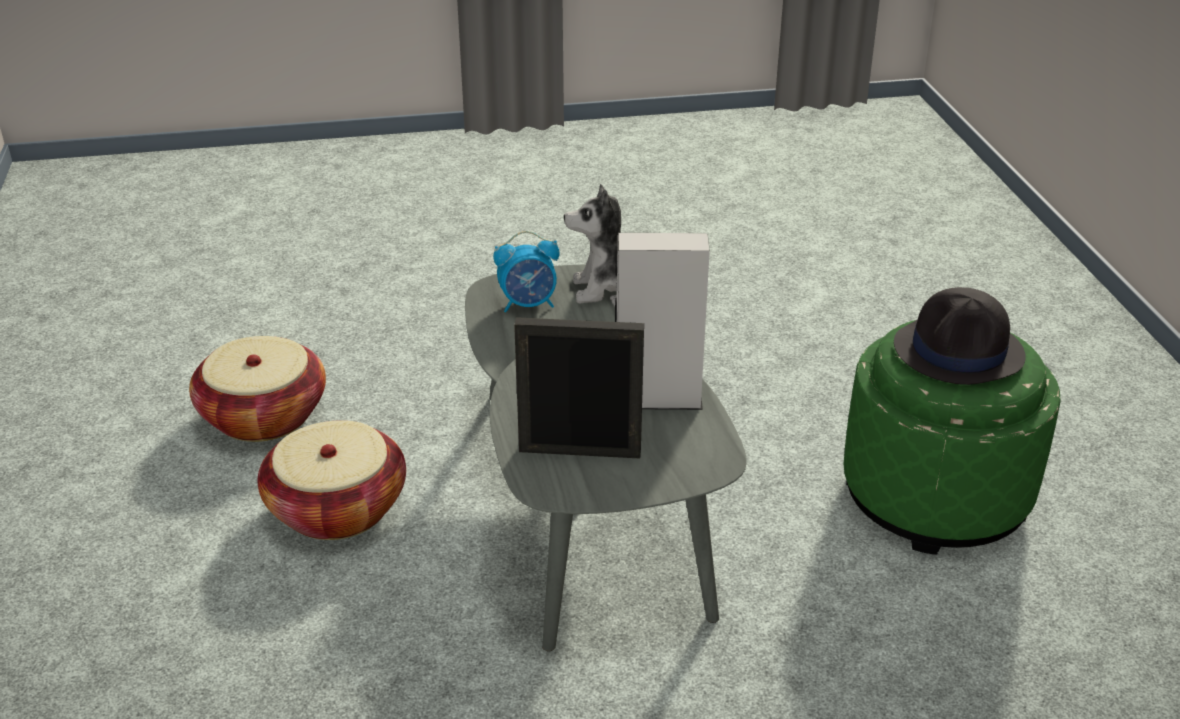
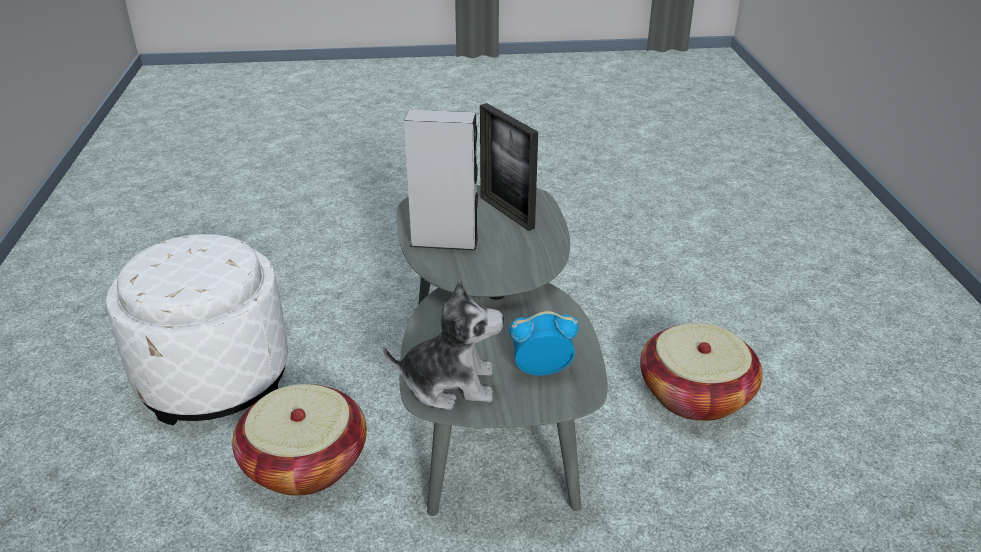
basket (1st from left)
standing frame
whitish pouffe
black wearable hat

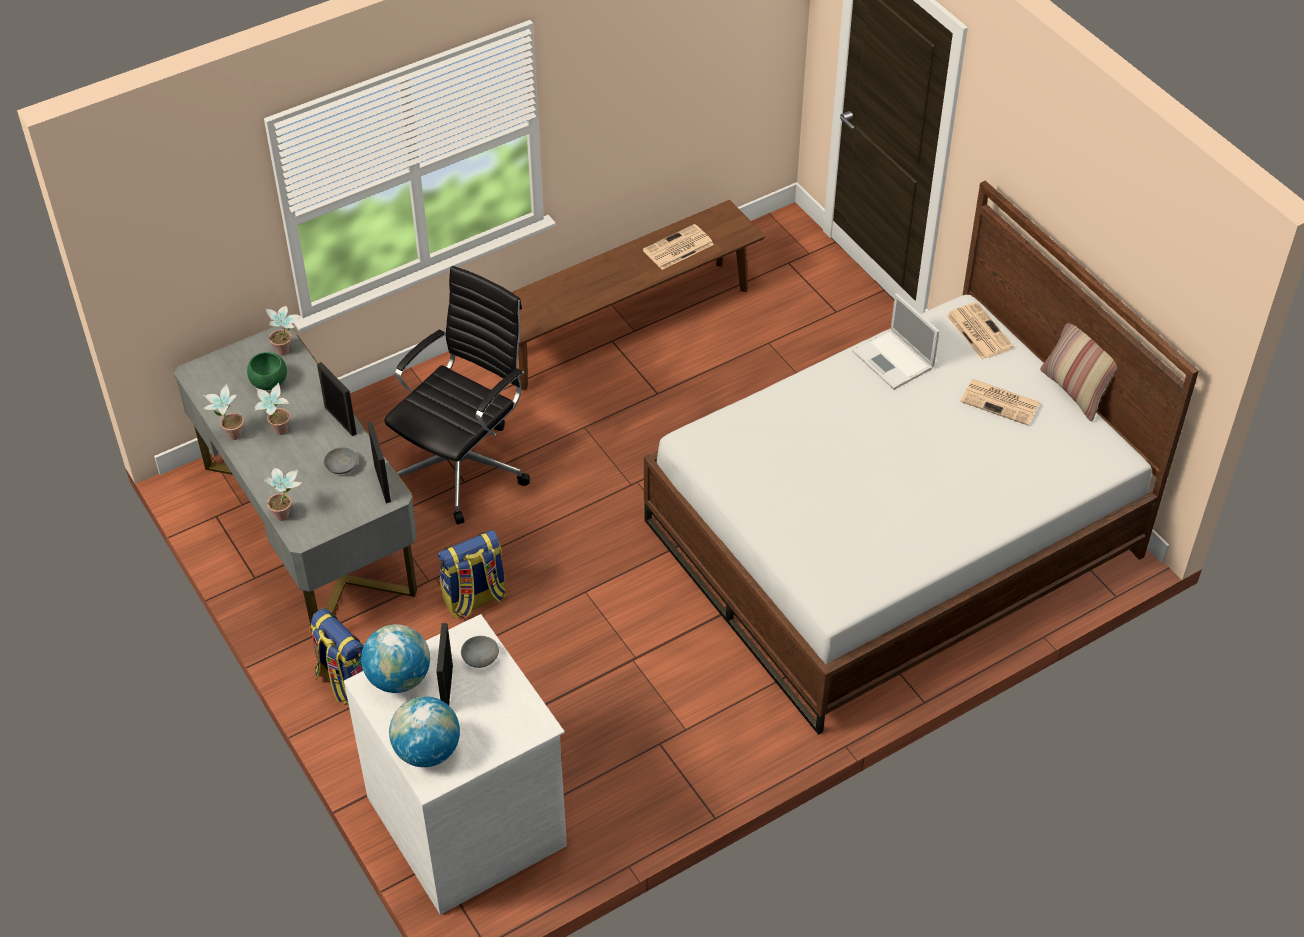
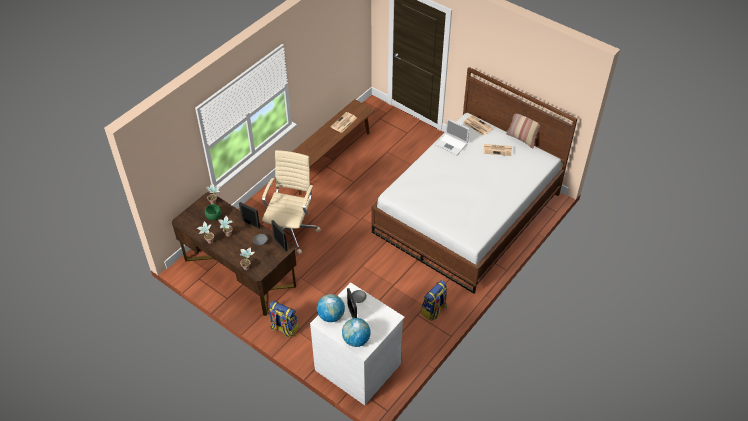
brown desk
sand-coloured office chair
rucksack (2nd from left)

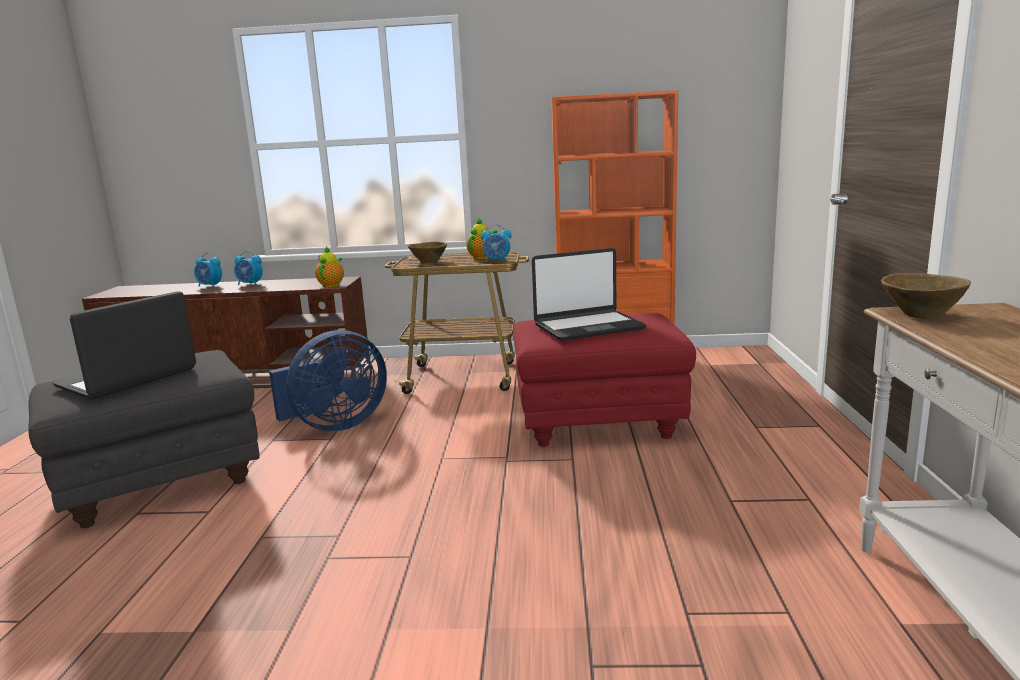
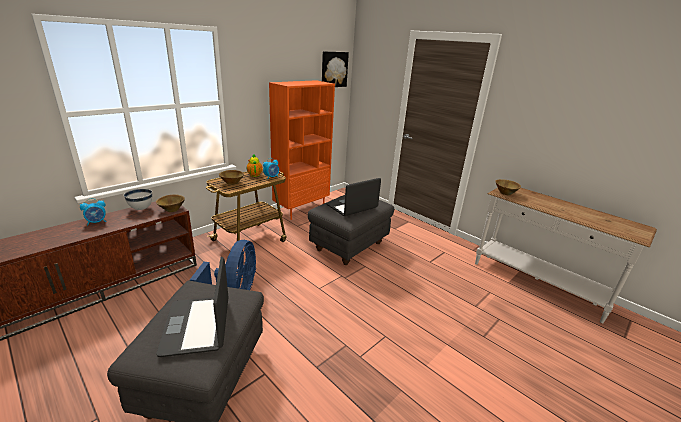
alarm clock (1st from left in the first image)
brown serving bowl (1st from left)
gray pouffe (2nd from left)
notebook computer (2nd from left)
whitish serving bowl
wall picture

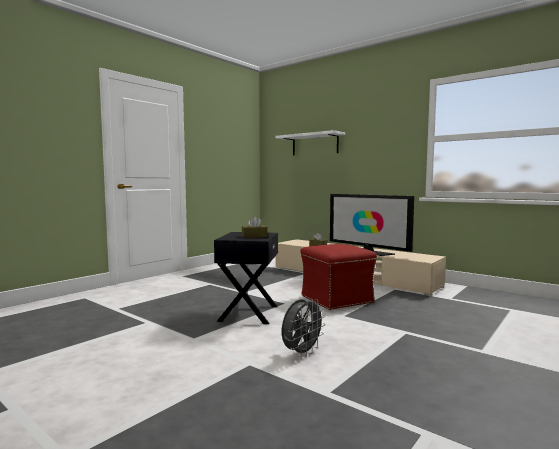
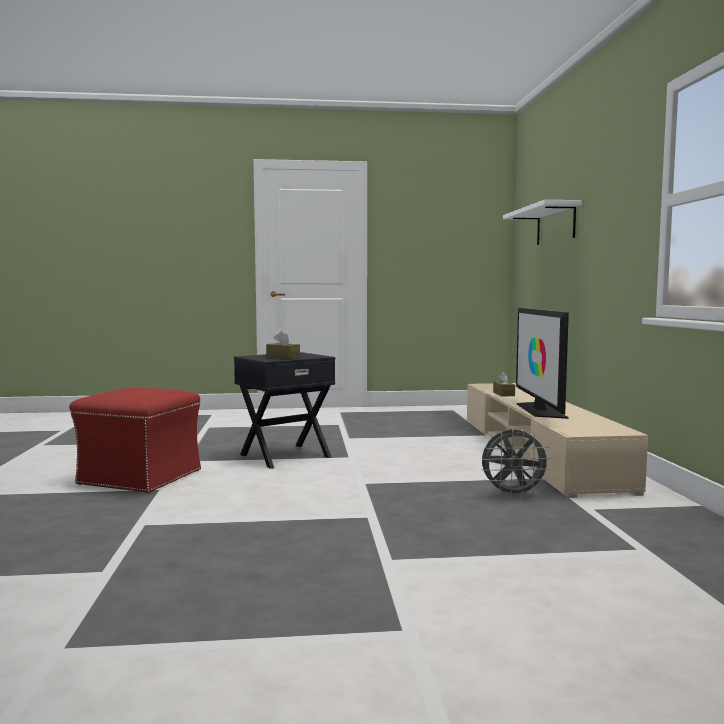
gray electric fan
red pouffe

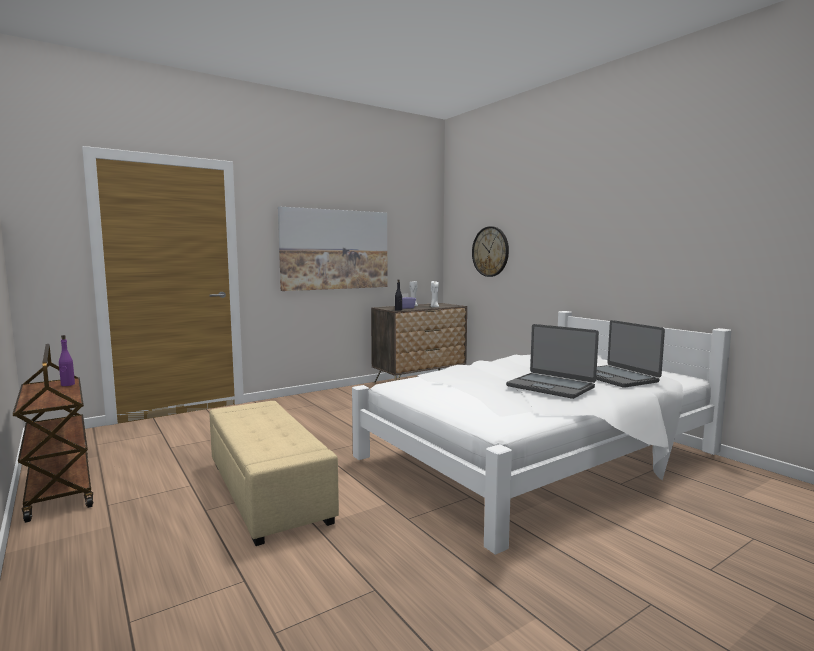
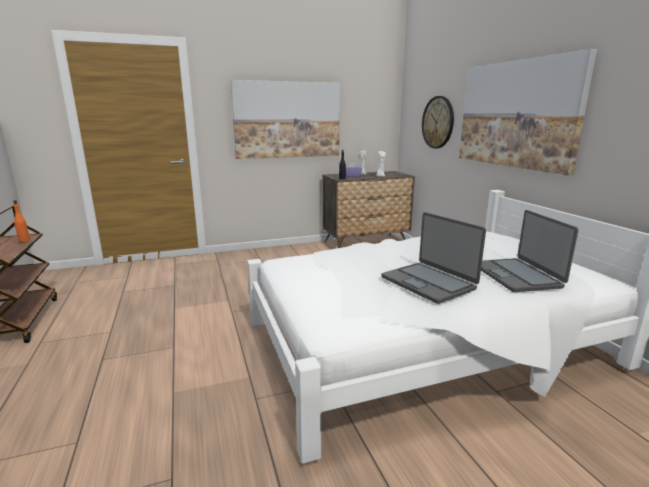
orange bottle
sand-coloured pouffe
wall picture (2nd from left)

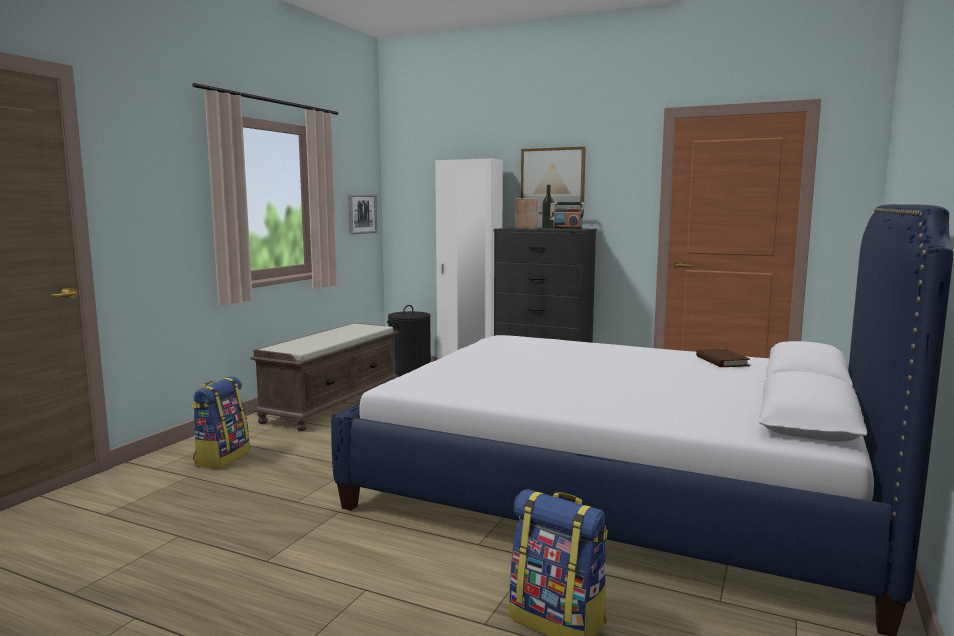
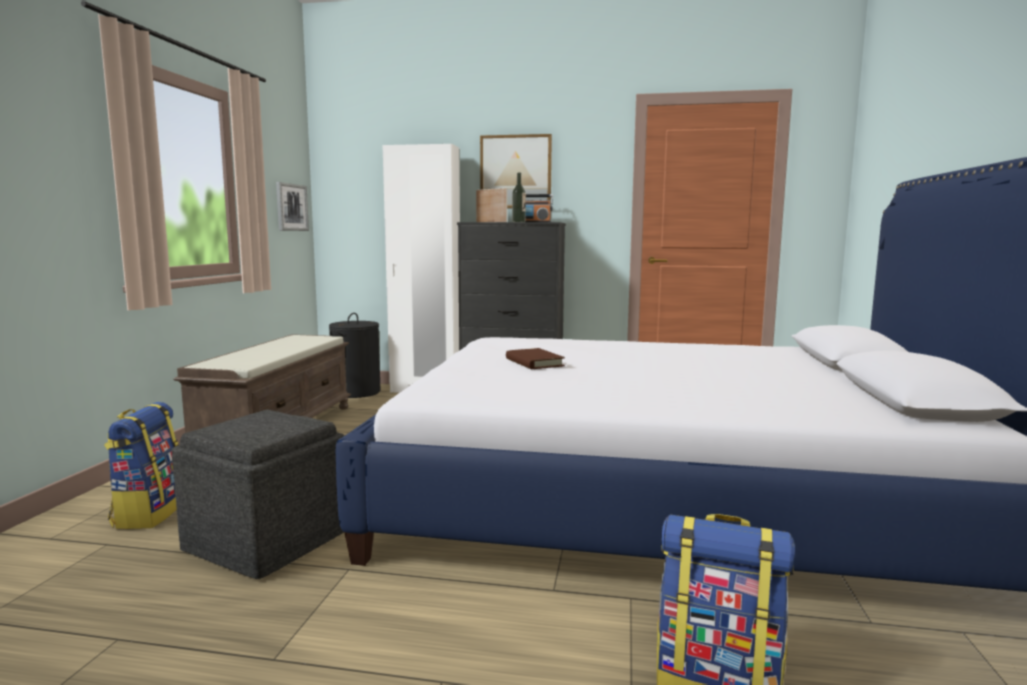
brown book
gray pouffe

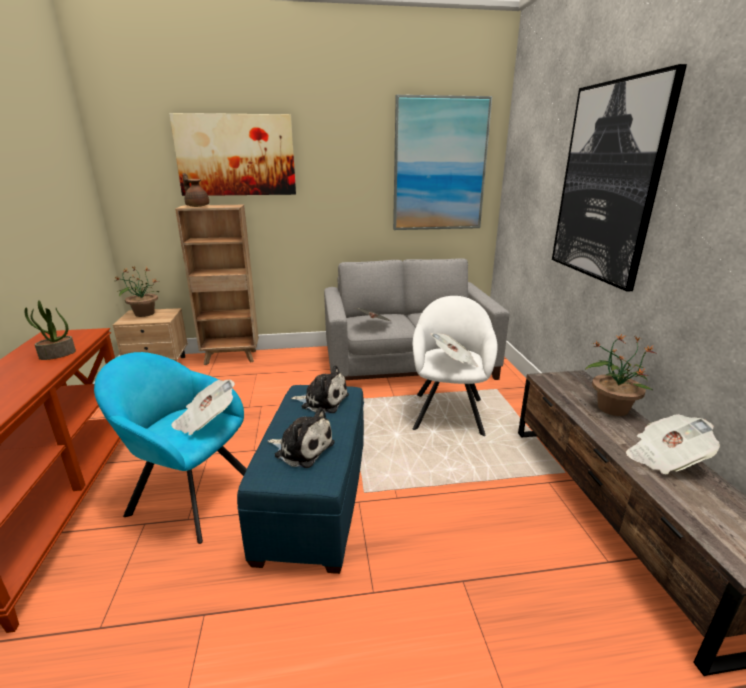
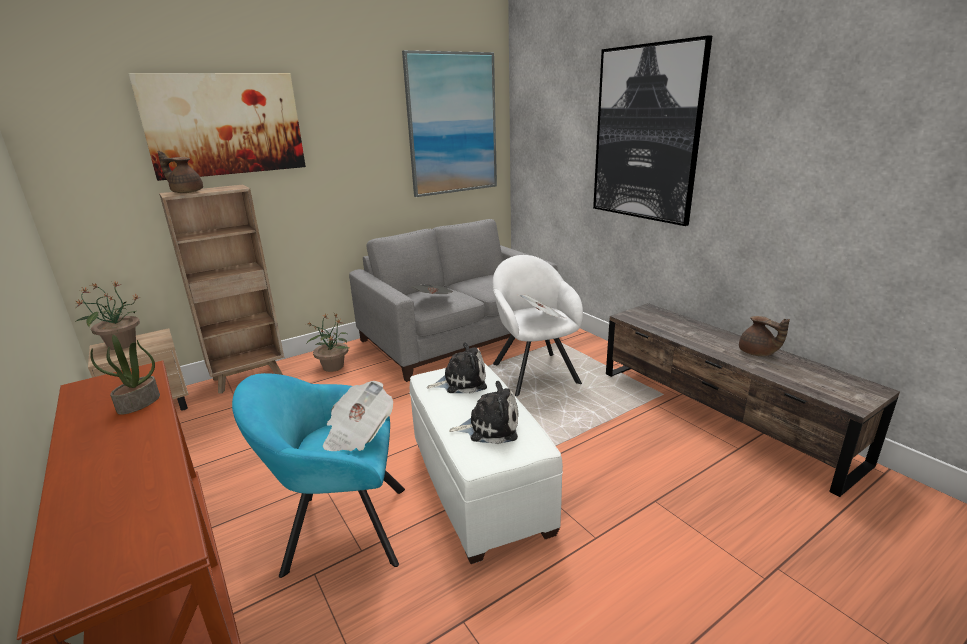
whitish pouffe
potted plant (3rd from left)
brown tea pot (2nd from left)

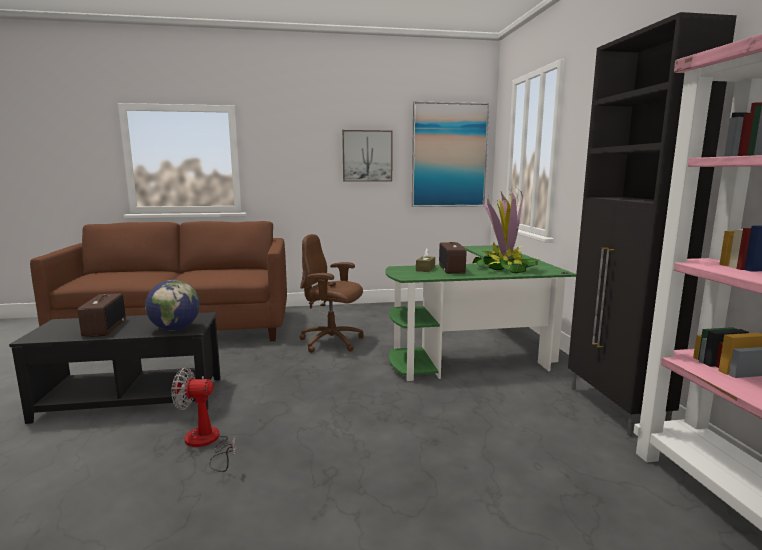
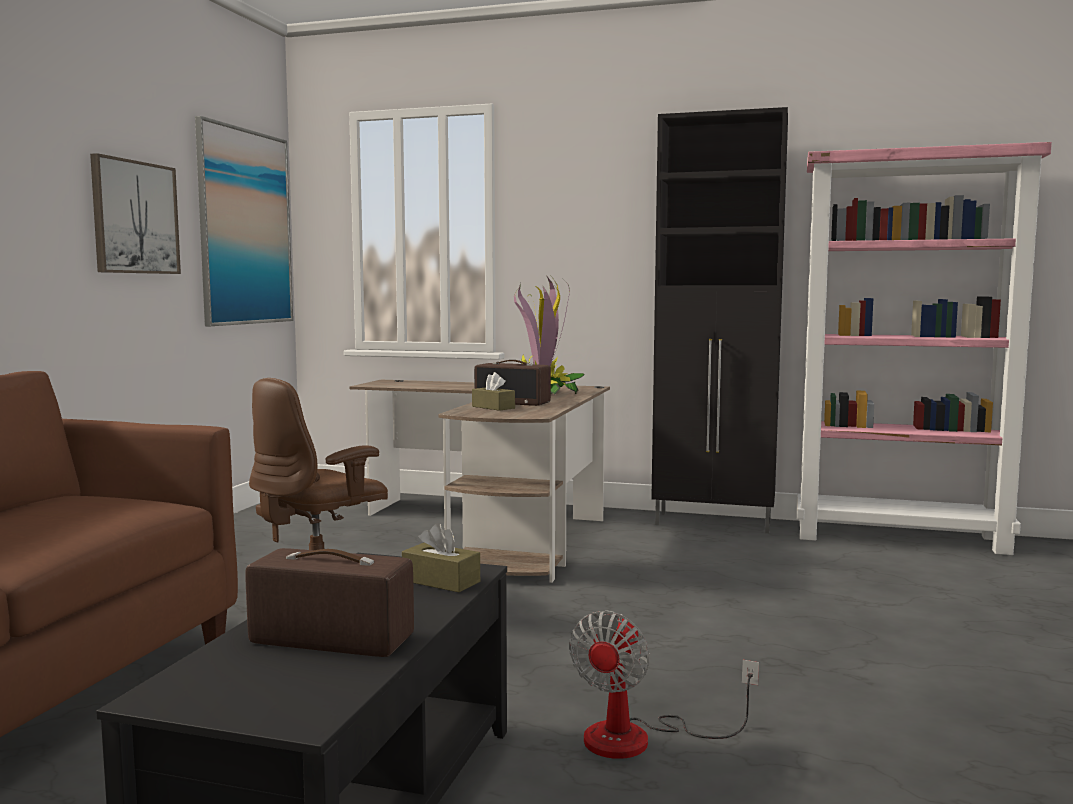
brown box of tissues (1st from left)
brown desk

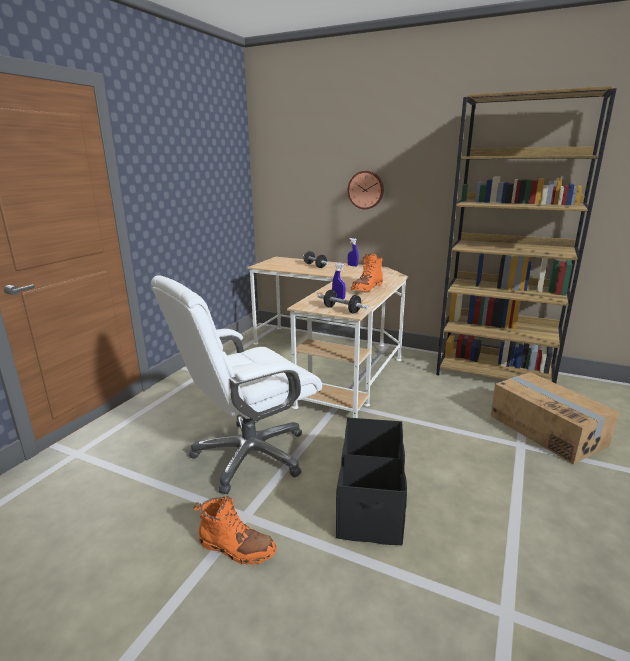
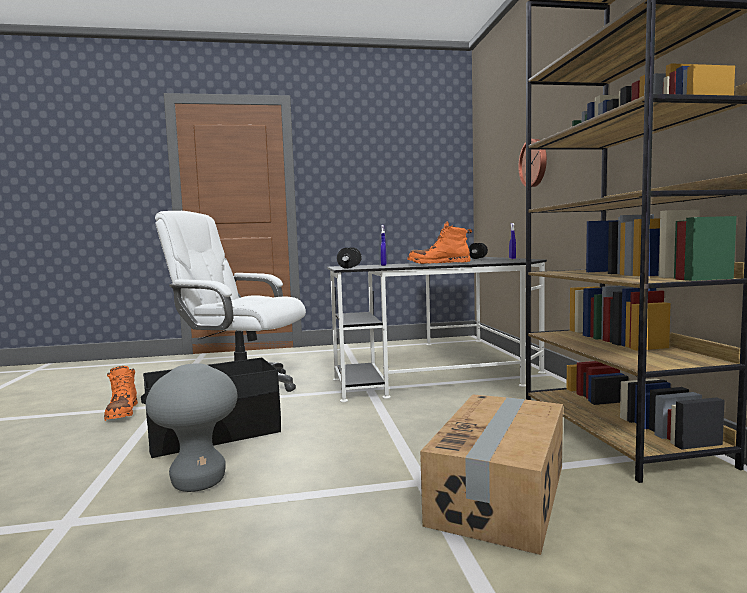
black desk
gray stool seat

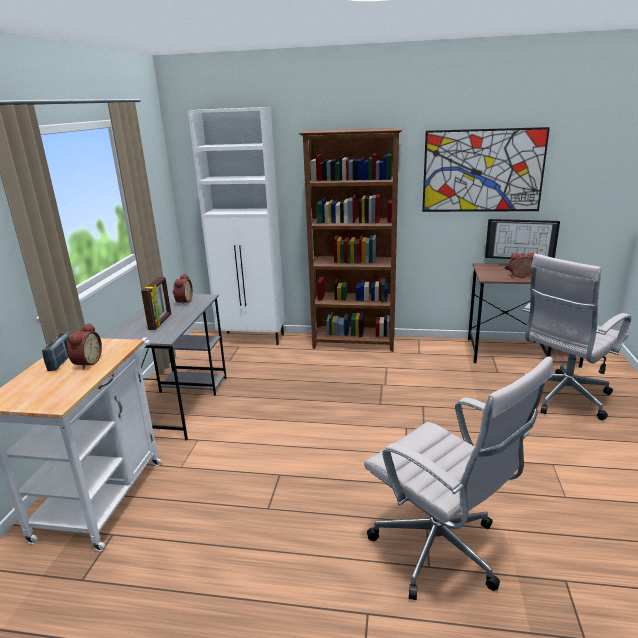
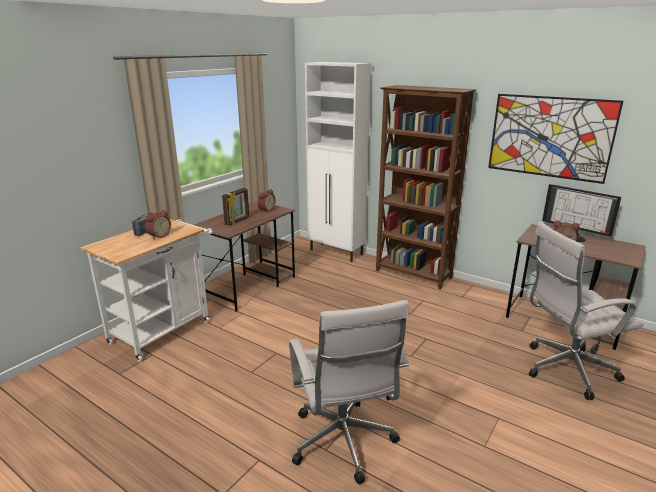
brown desk (1st from left)

